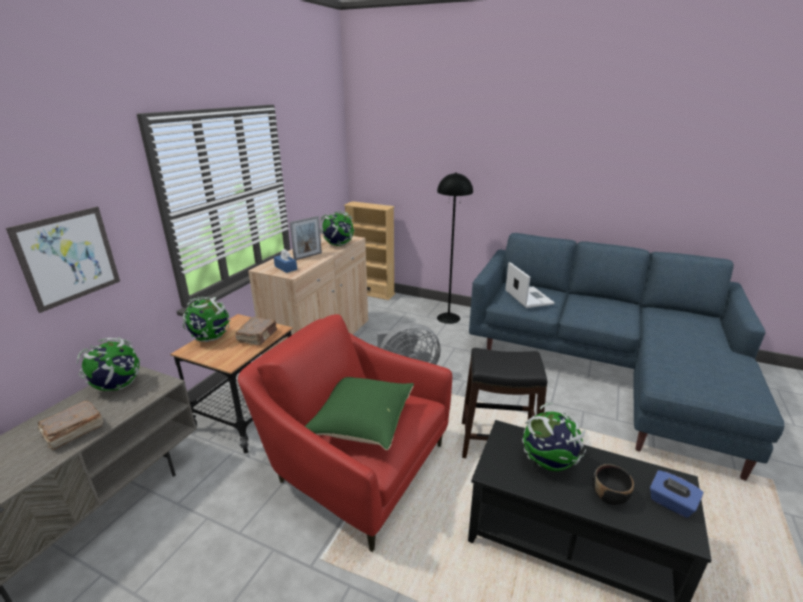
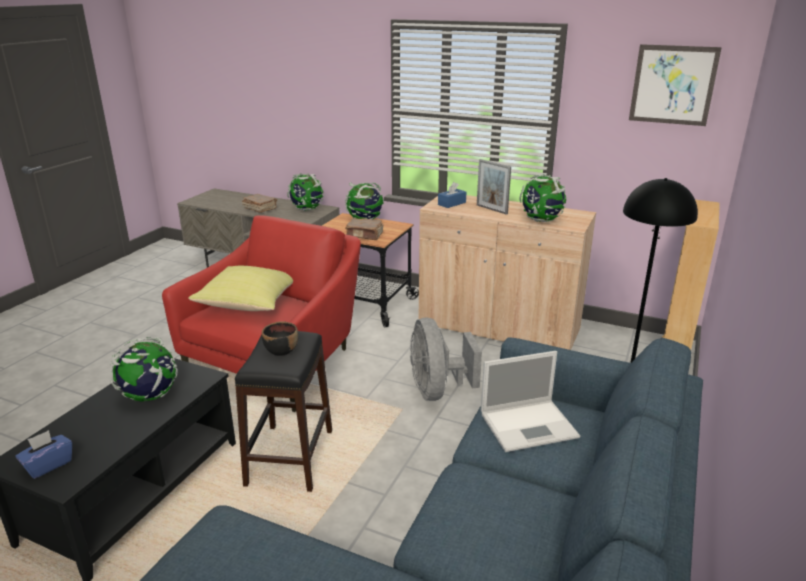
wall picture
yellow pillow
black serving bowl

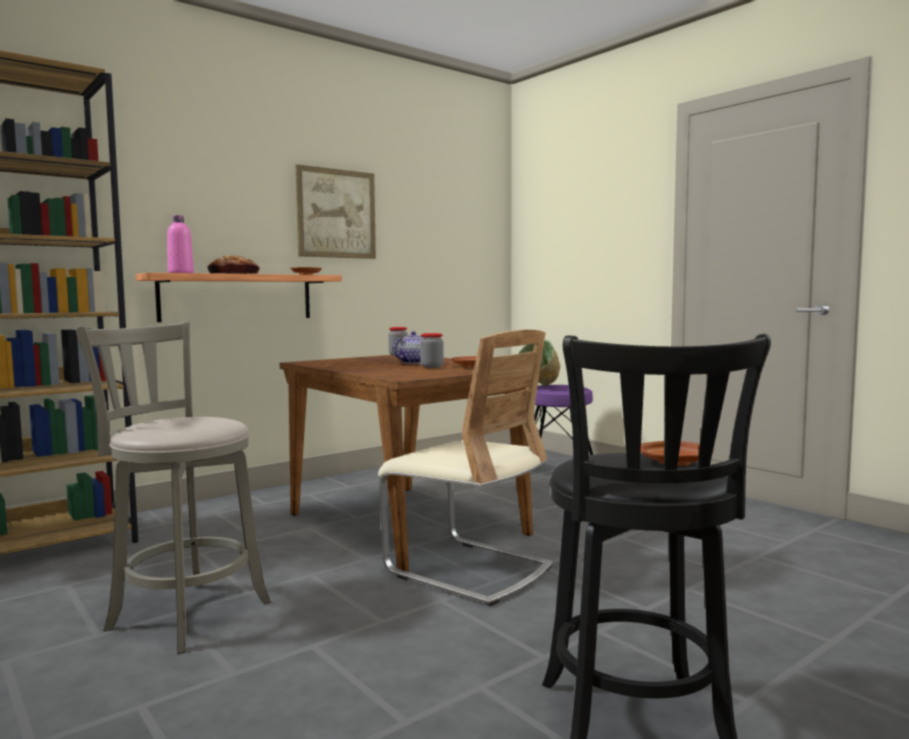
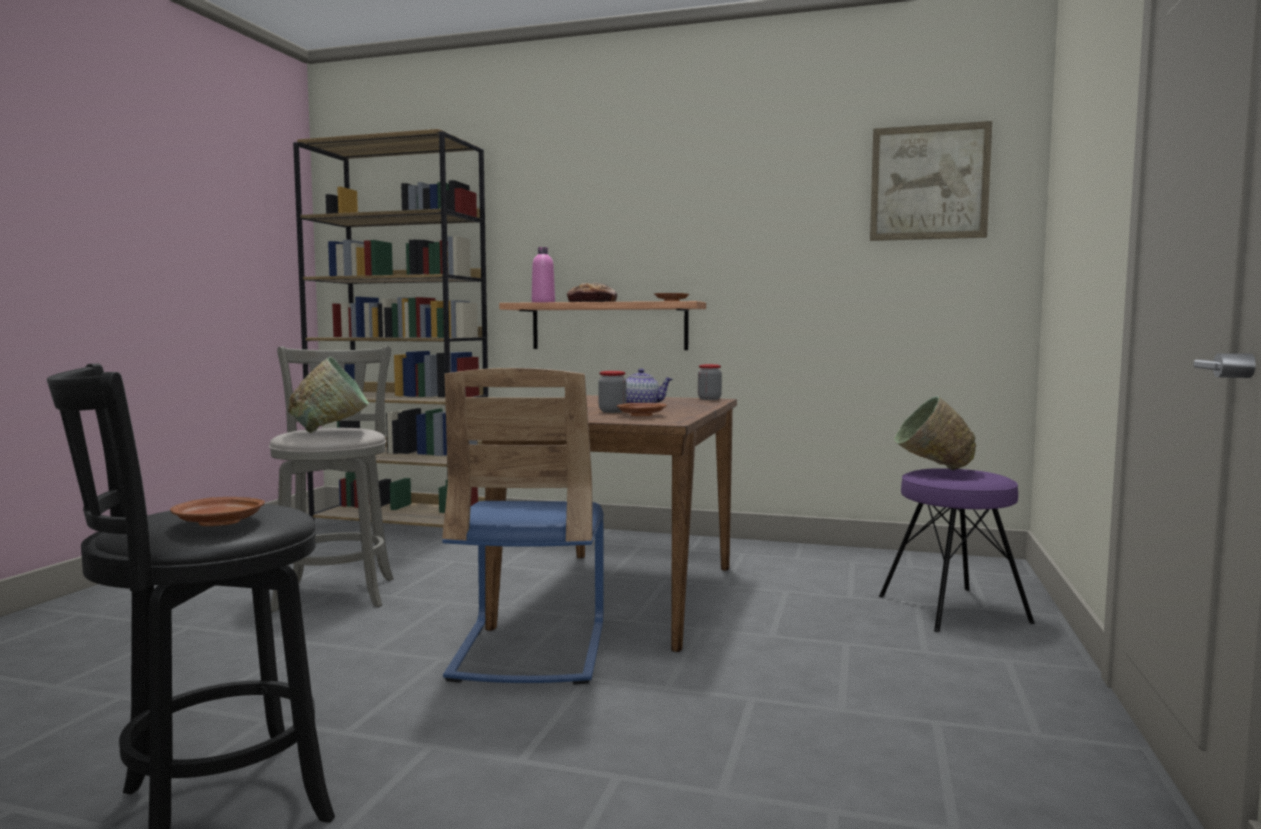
wall picture
bluish plain chair
greenish serving bowl (1st from left)

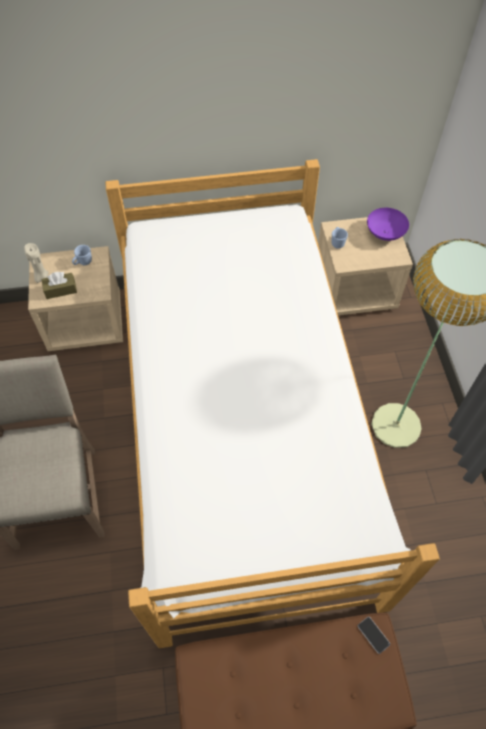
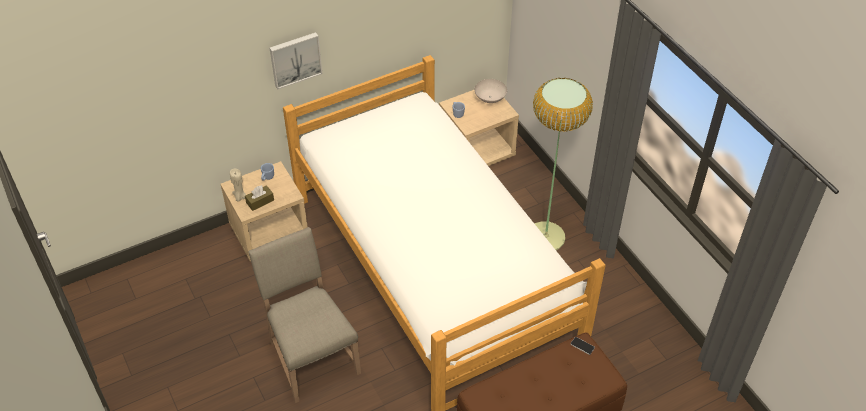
whitish serving bowl
wall picture

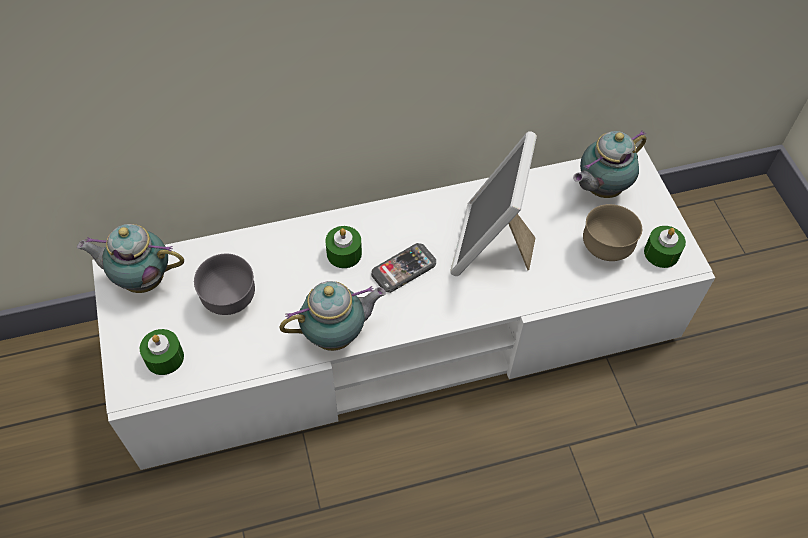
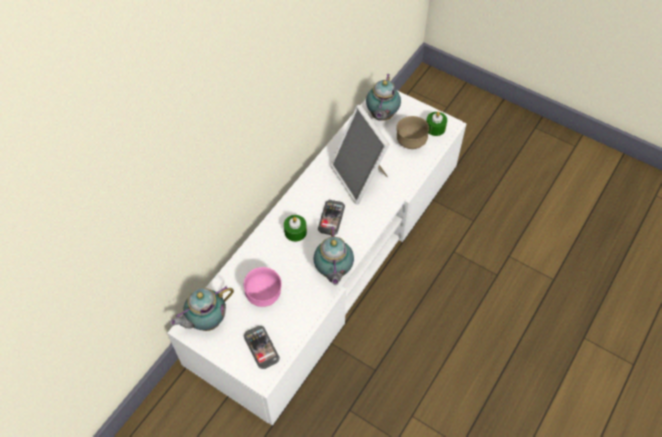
phone (1st from left)
pink-coloured serving bowl
tea pot (2nd from left)

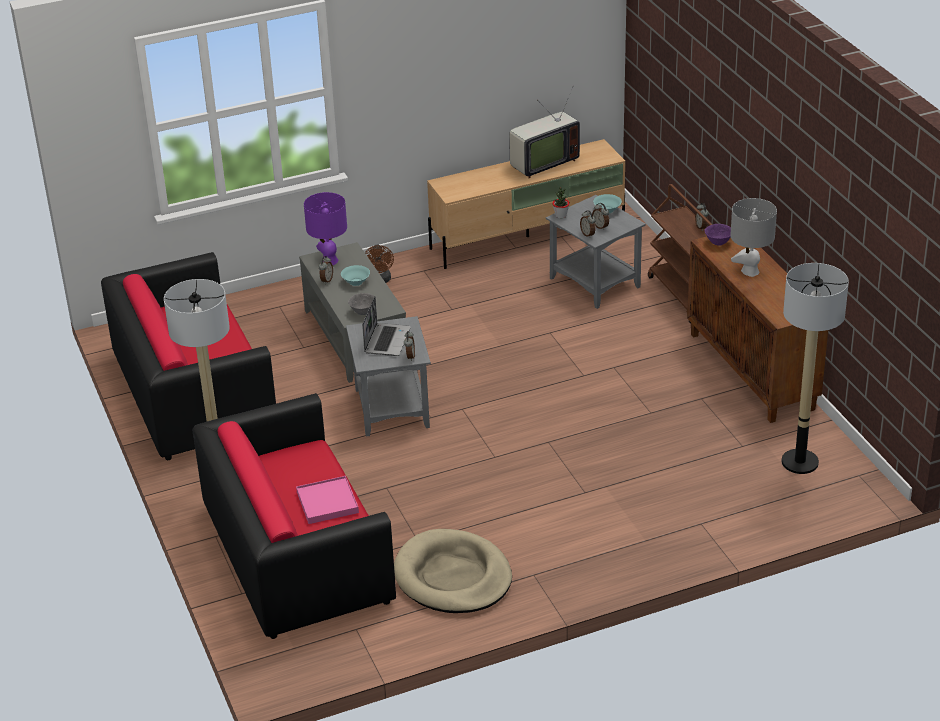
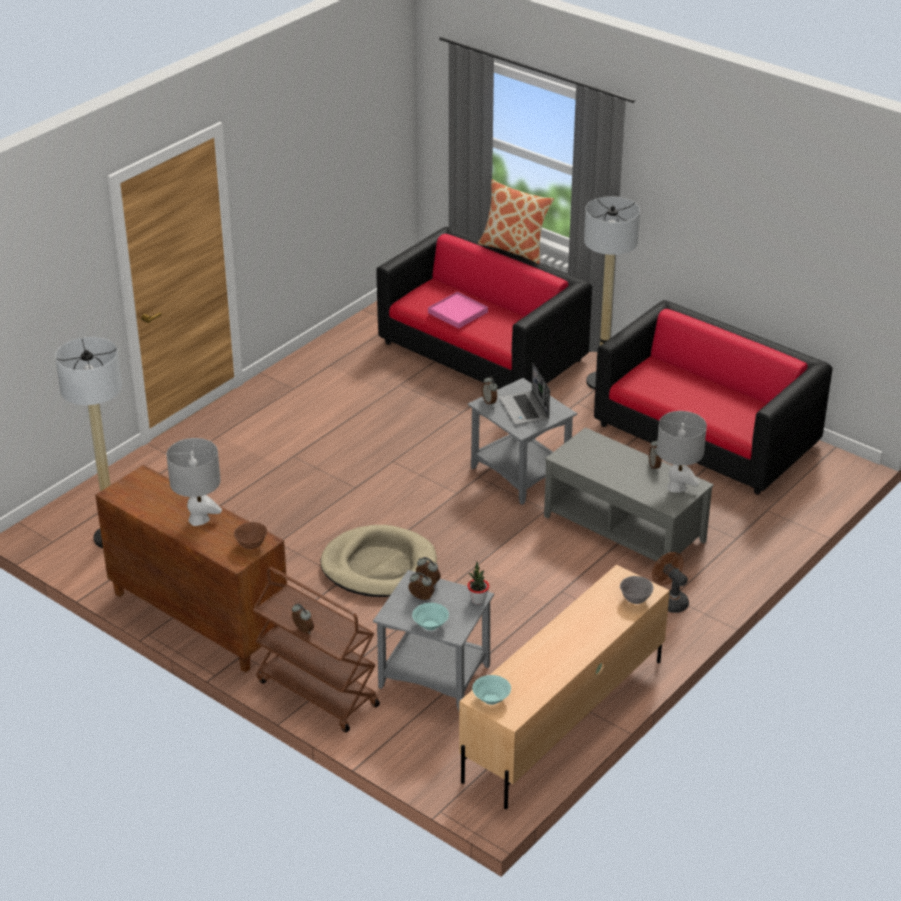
gray lamp for a table (2nd from left)
blue-green serving bowl (2nd from left)
gray serving bowl
sand-coloured pet bed
television
brown serving bowl
pillow

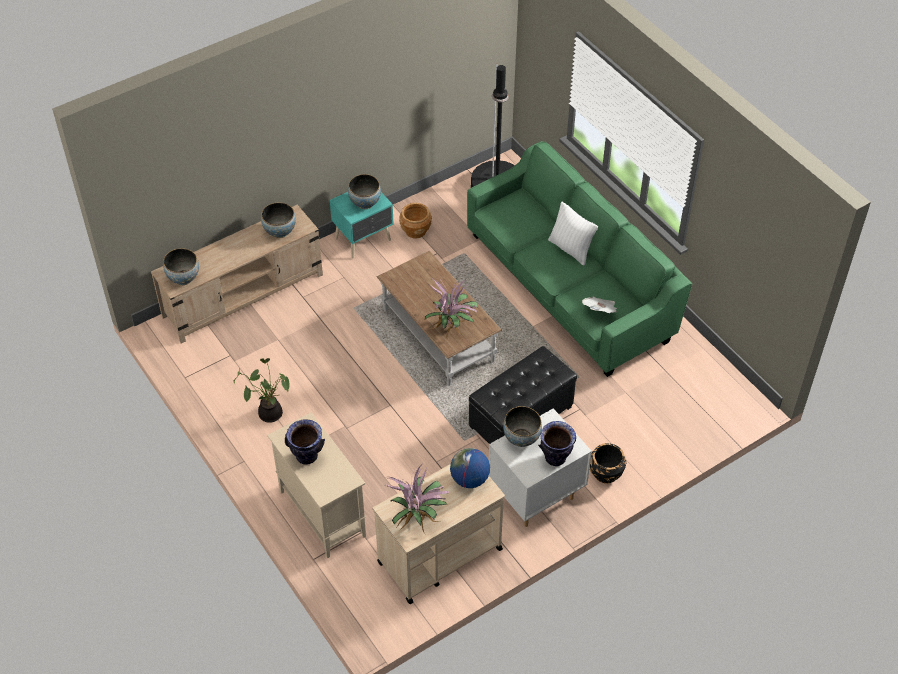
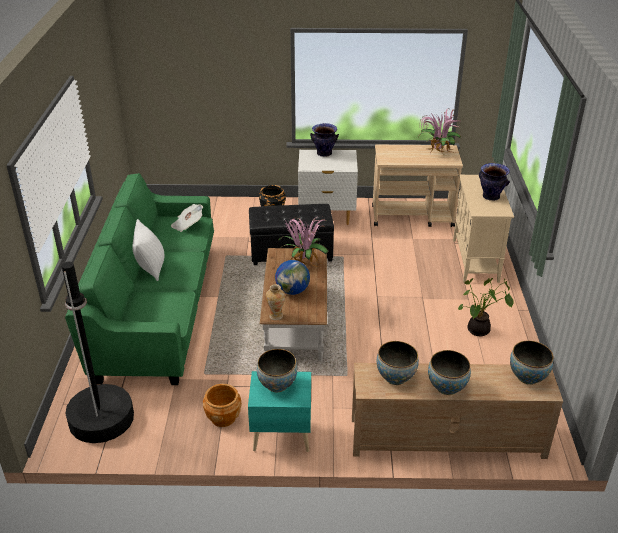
globe
serving bowl (3rd from left)
flower vase (1st from left)

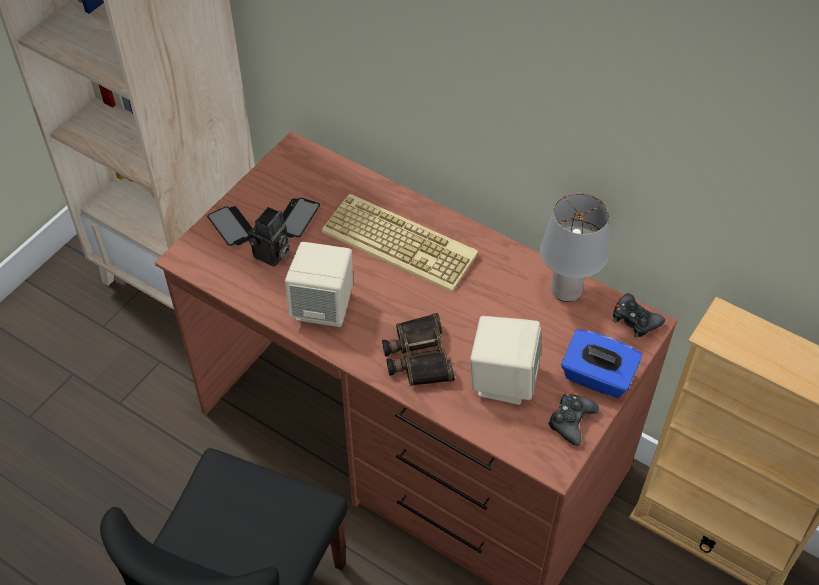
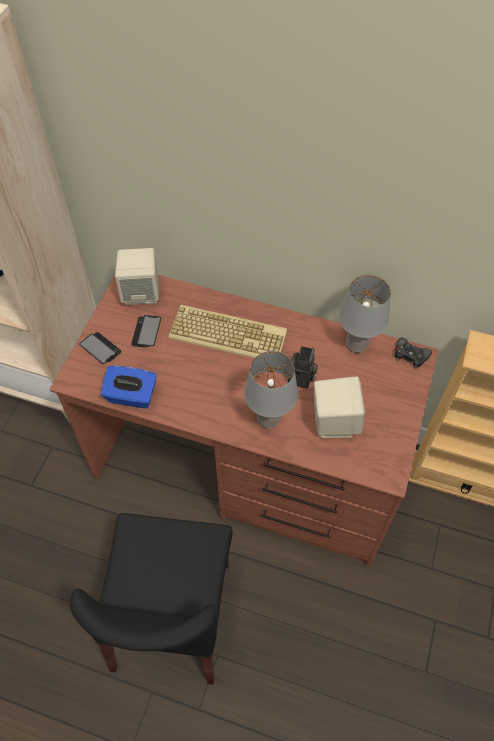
photo camera
sand-coloured audio speaker (1st from left)
gray lamp for a table (1st from left)
black joypad (1st from left in the first image)
bluish box of tissues

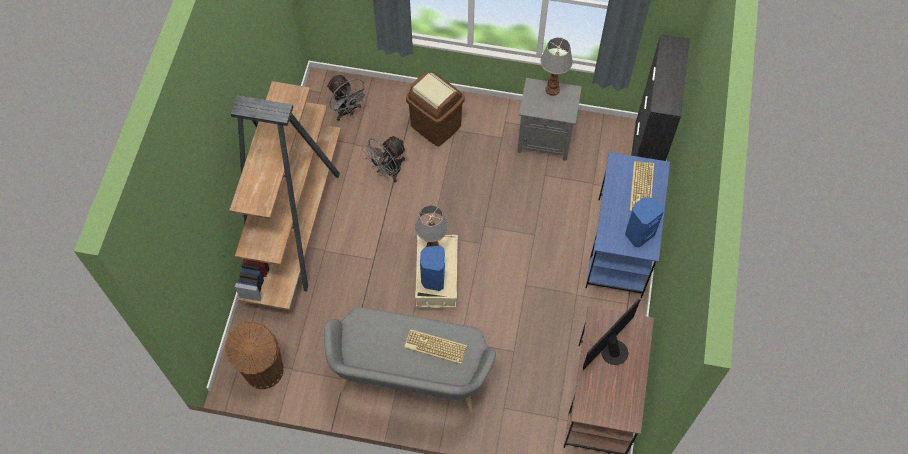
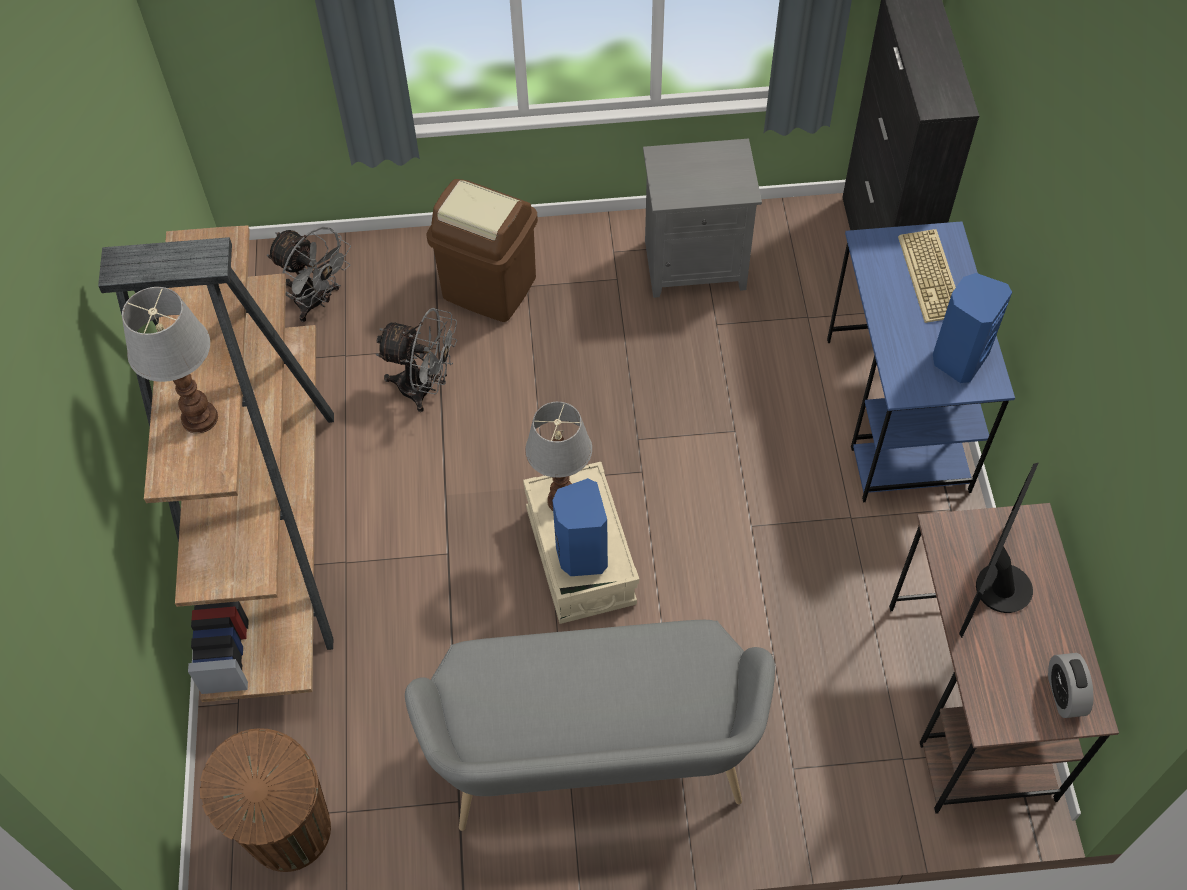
gray electric fan (2nd from left)
PC keyboard (1st from left in the first image)
lamp for a table (1st from left)
alarm clock

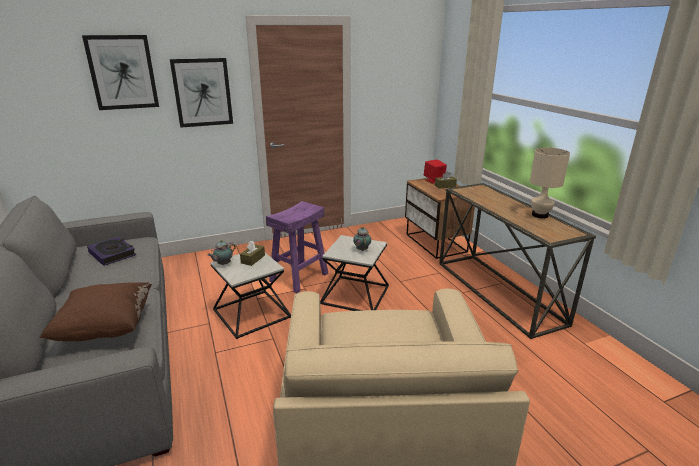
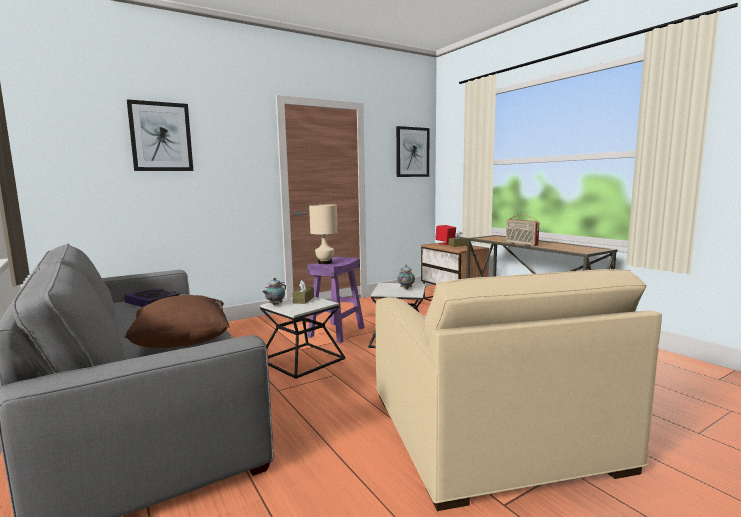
wall picture (2nd from left)
sand-coloured lamp for a table
radio

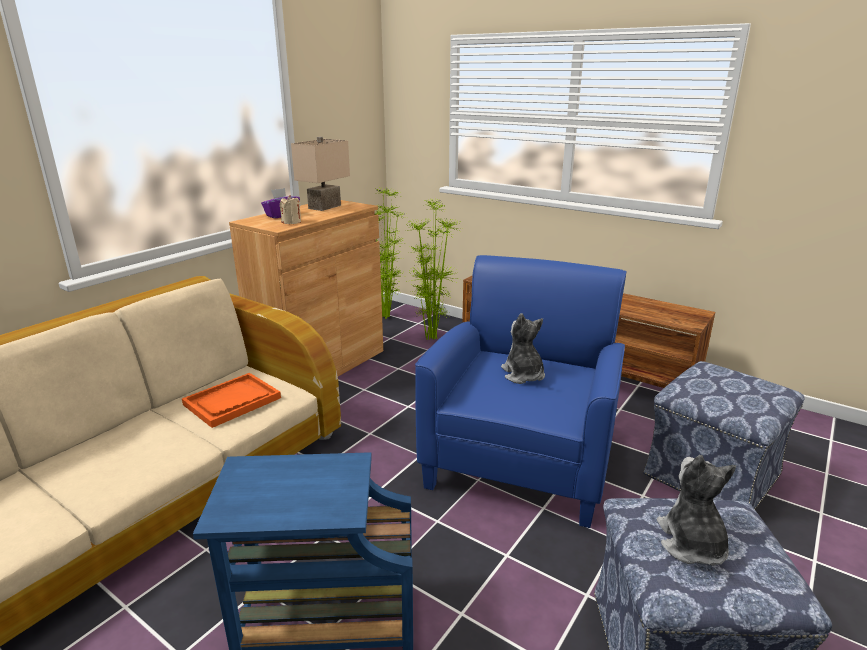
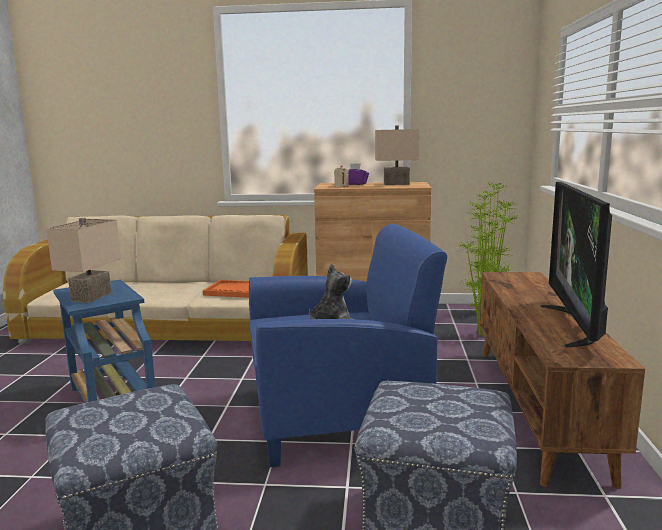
cuddly toy (2nd from left in the first image)
sand-coloured lamp for a table (1st from left)
television

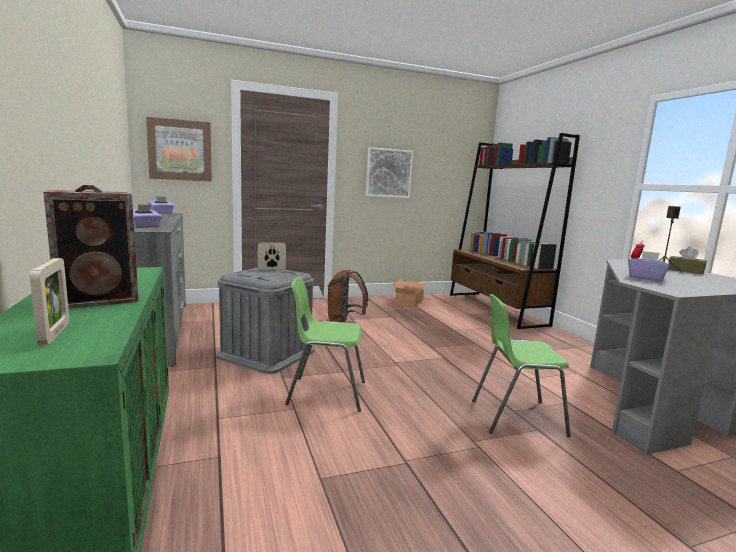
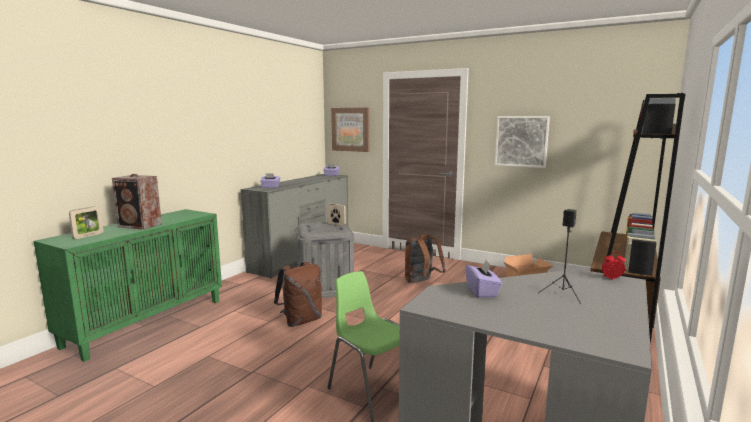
brown rucksack (1st from left)
brown box of tissues

